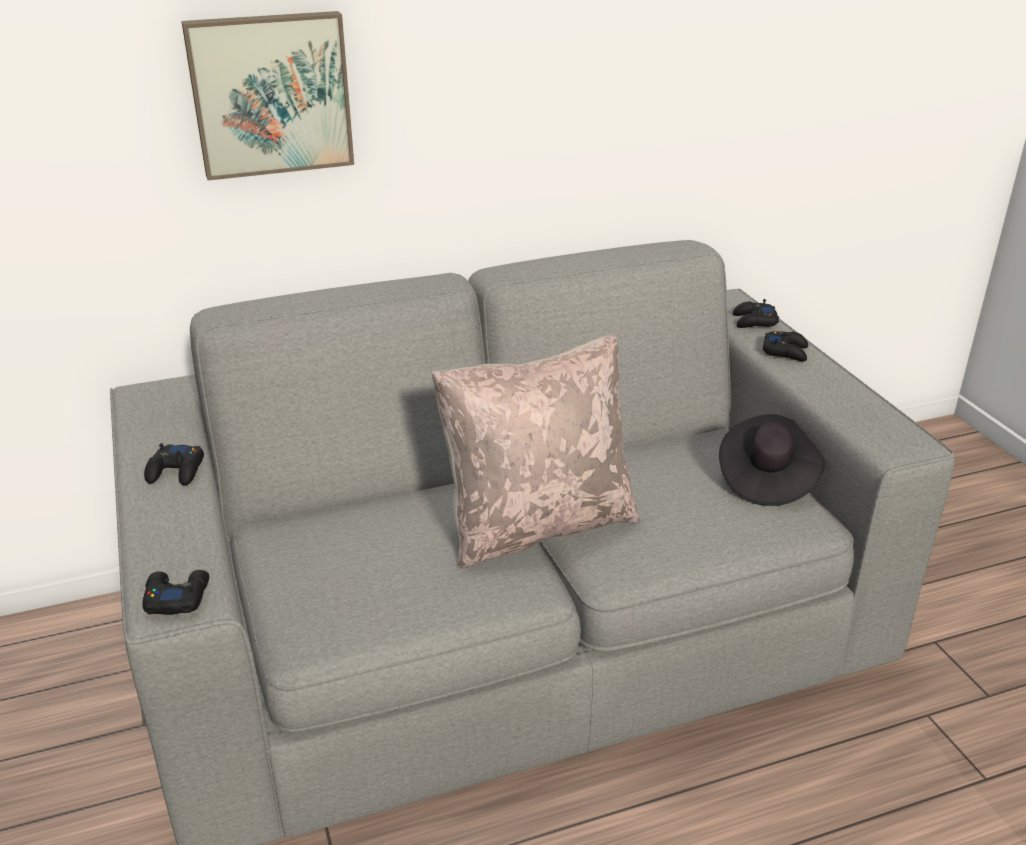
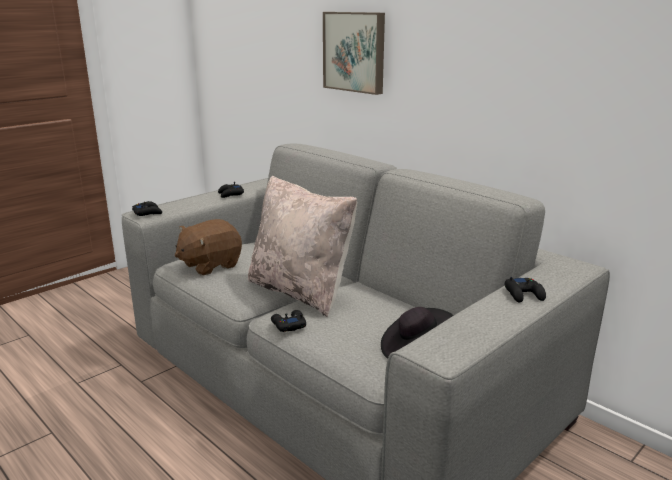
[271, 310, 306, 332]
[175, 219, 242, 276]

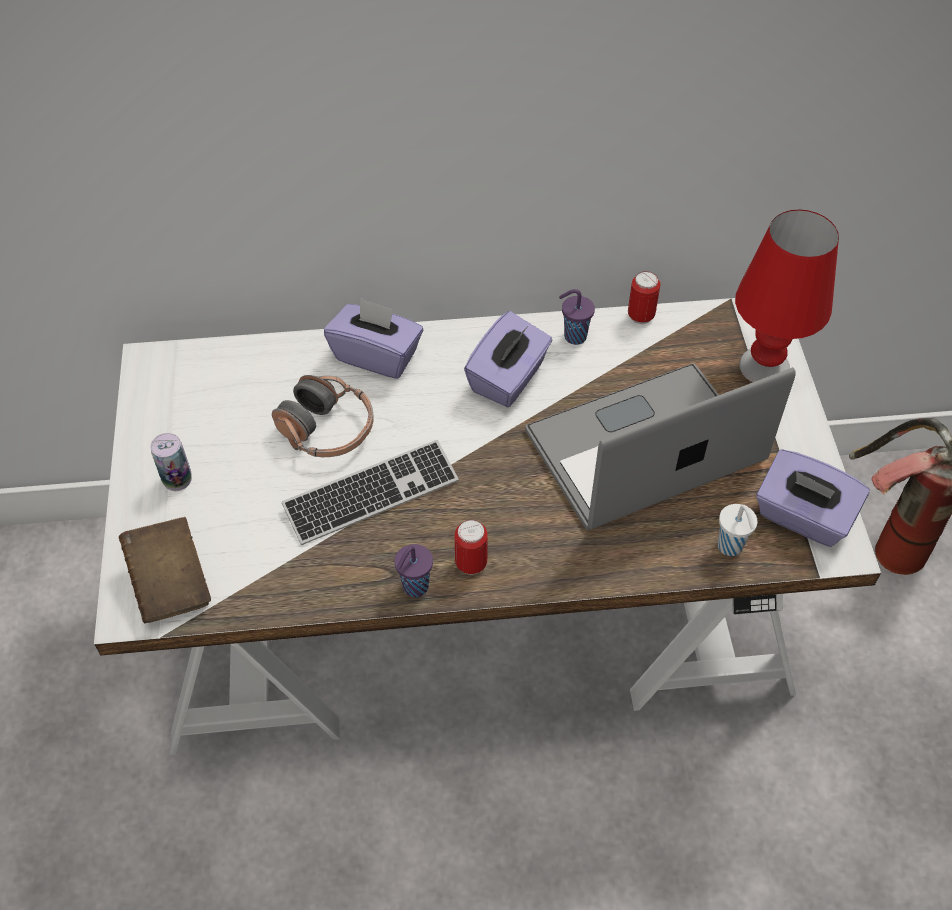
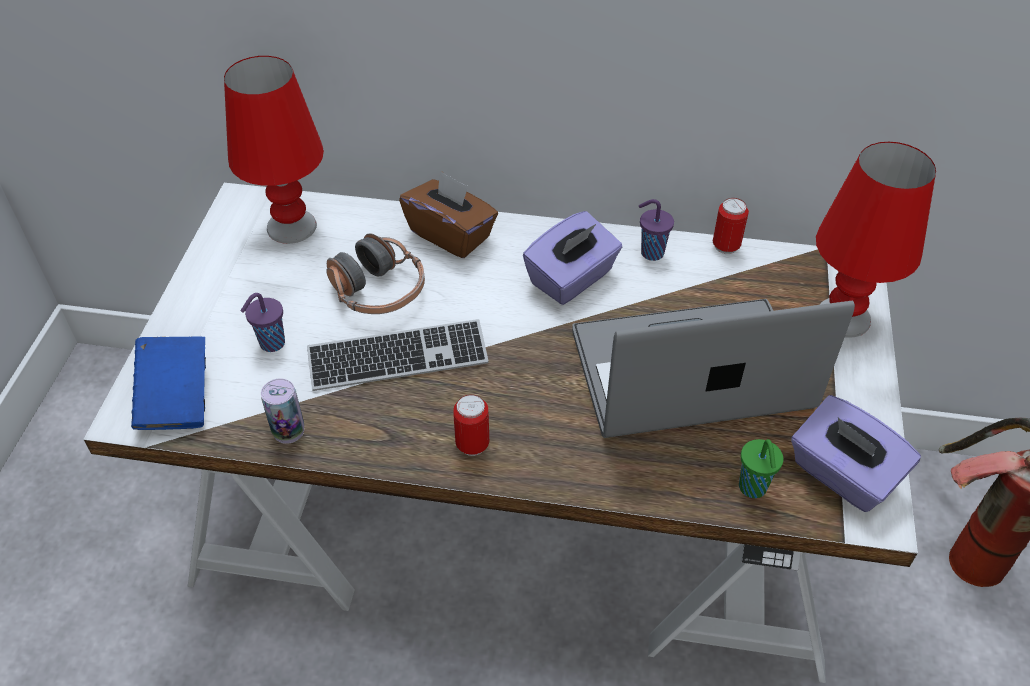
[399, 170, 498, 258]
[261, 378, 304, 444]
[739, 439, 783, 498]
[131, 336, 206, 430]
[241, 293, 285, 352]
[224, 56, 324, 244]

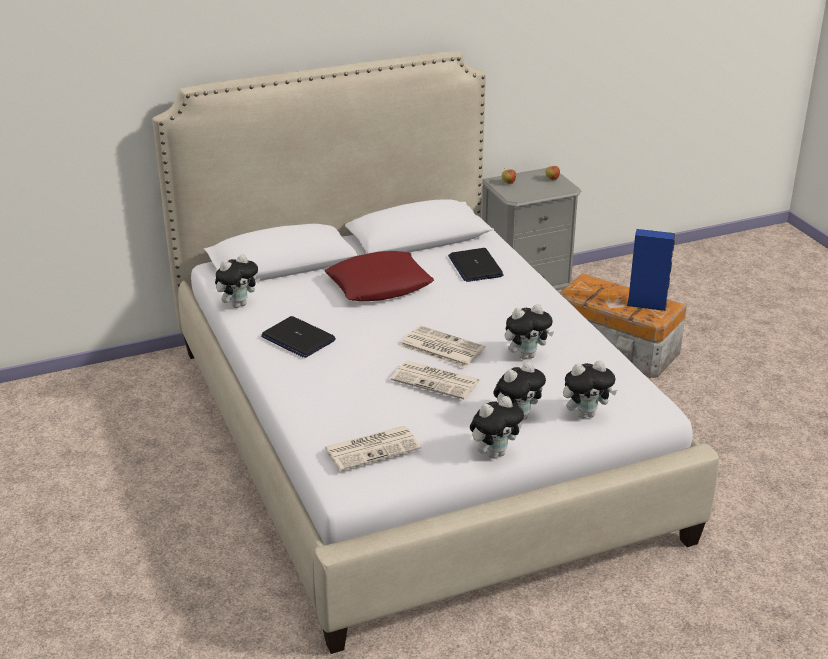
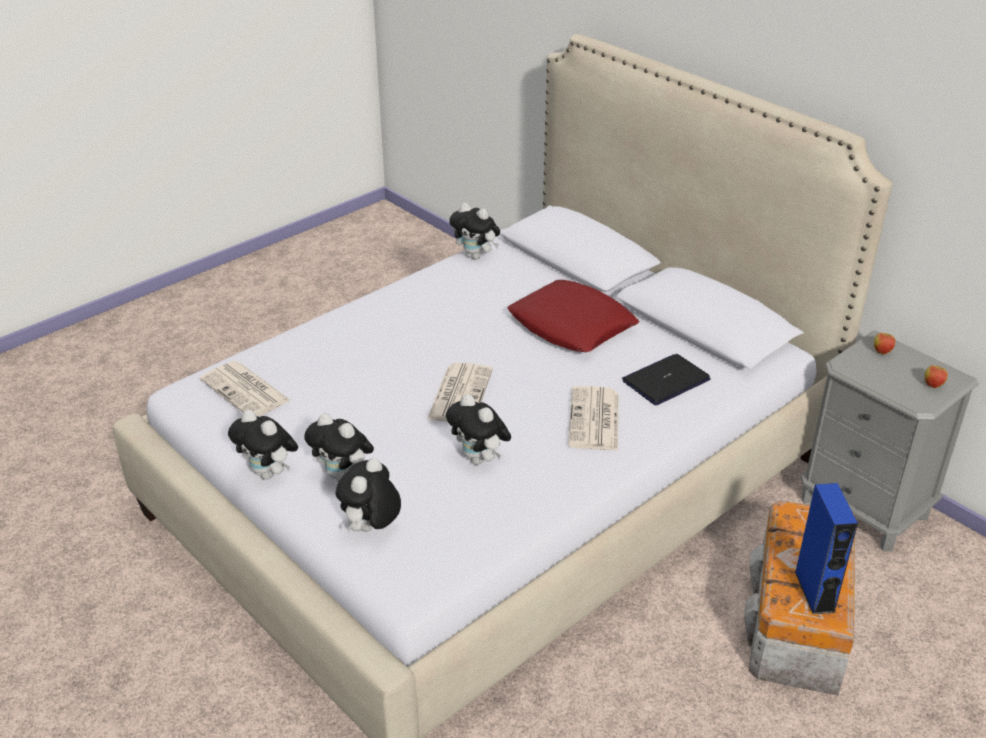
[261, 316, 336, 358] (first image)
[335, 458, 401, 533]
[568, 386, 619, 451]

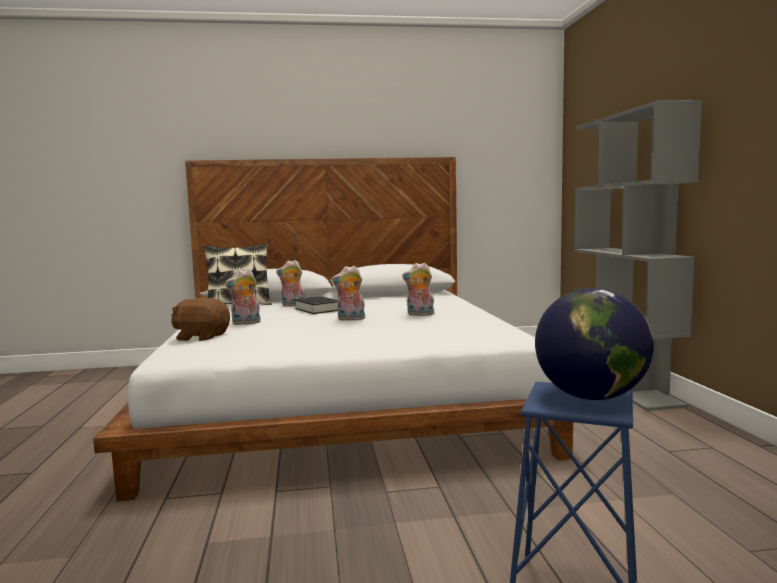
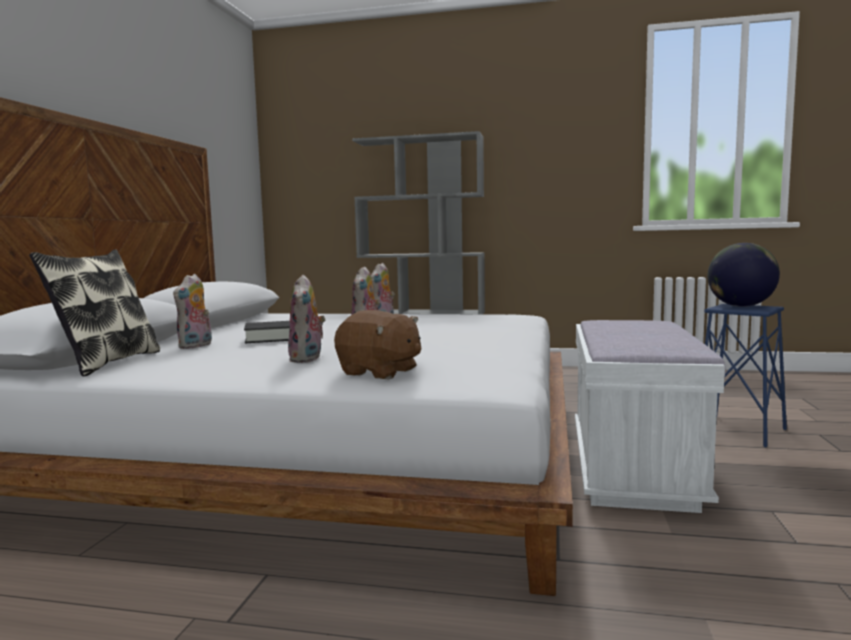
[334, 310, 422, 380]
[575, 320, 725, 513]

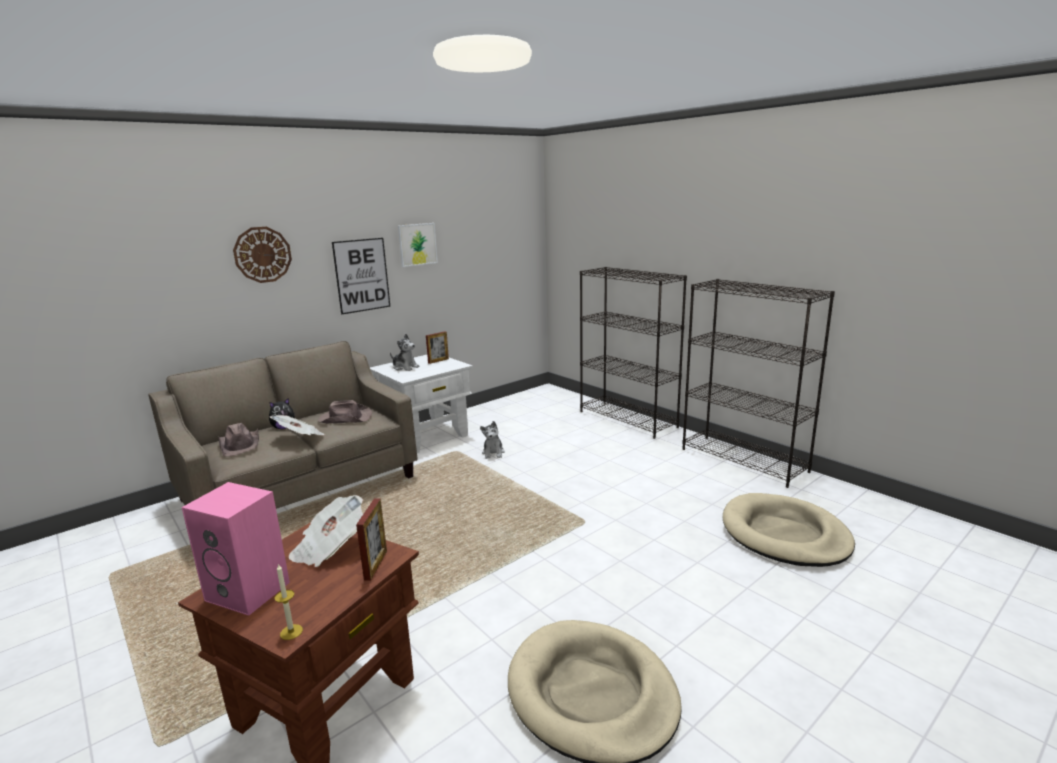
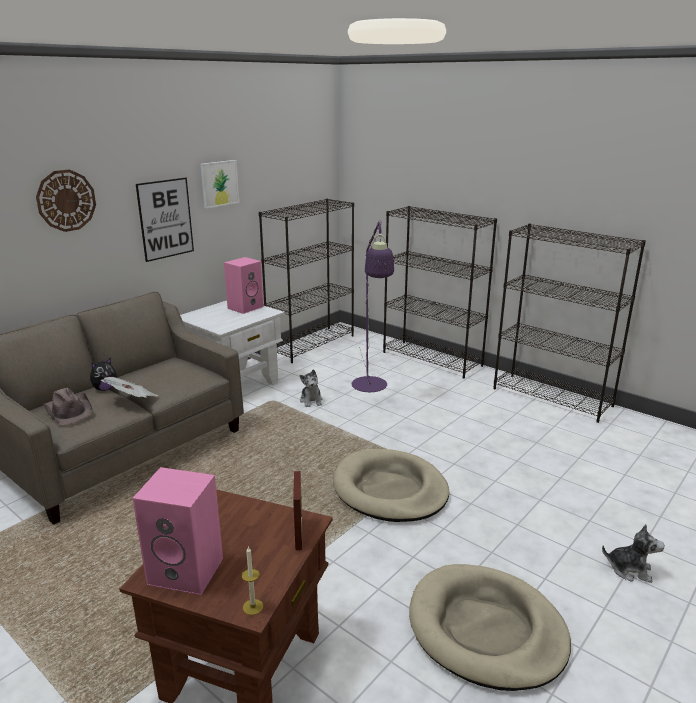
[224, 257, 264, 314]
[602, 524, 665, 583]
[318, 400, 372, 423] (first image)
[333, 449, 449, 522]
[289, 495, 363, 567] (first image)
[259, 199, 354, 363]
[352, 220, 394, 392]

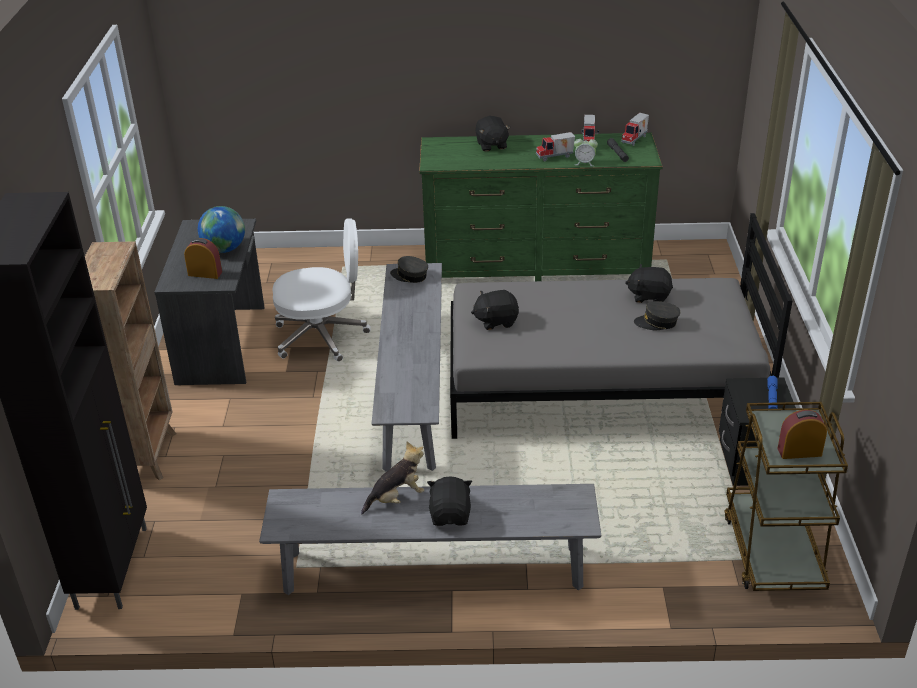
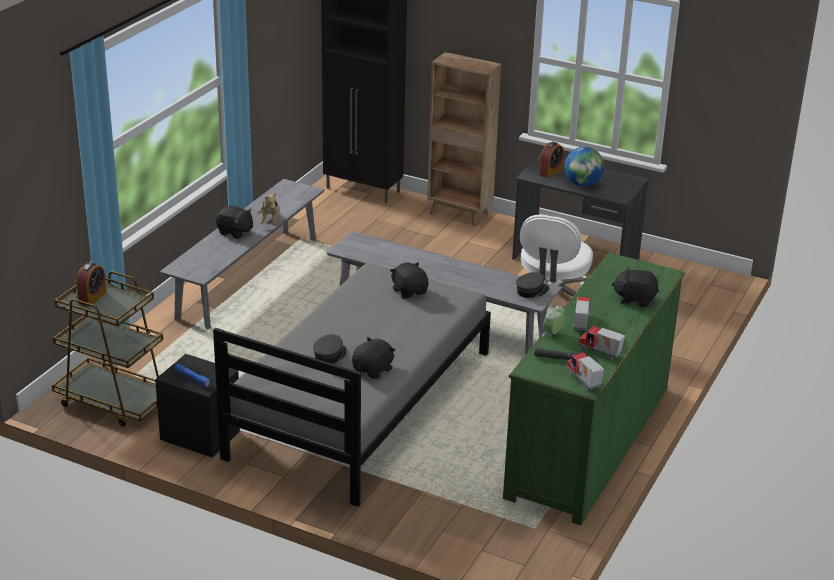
[390, 262, 429, 299]

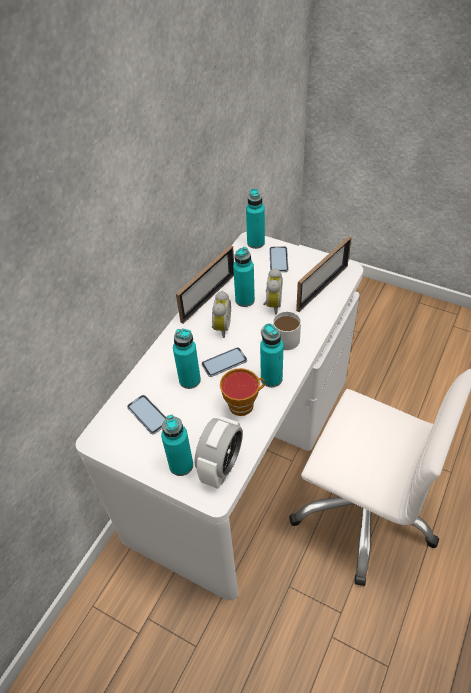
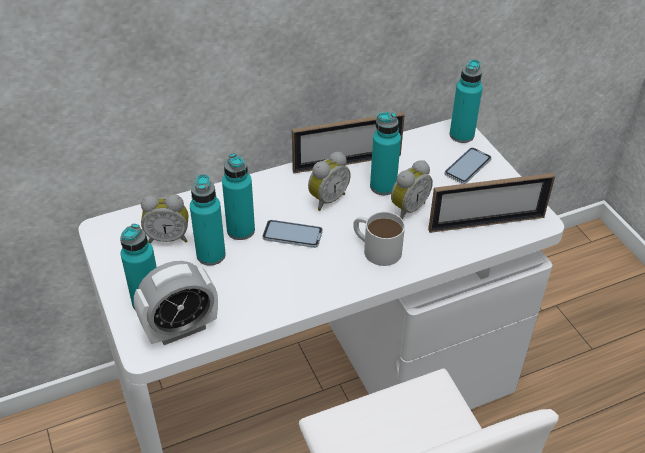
[190, 174, 226, 266]
[220, 368, 266, 416] (first image)
[141, 194, 188, 243]

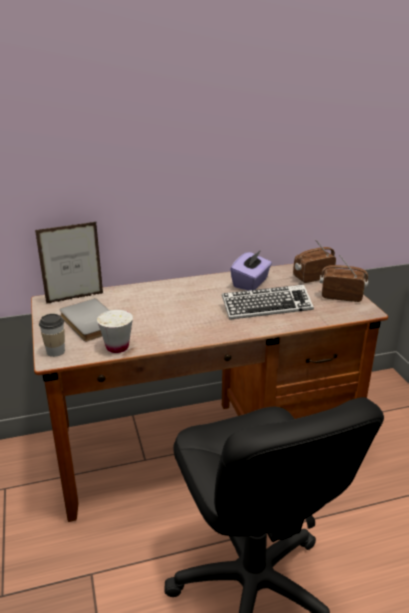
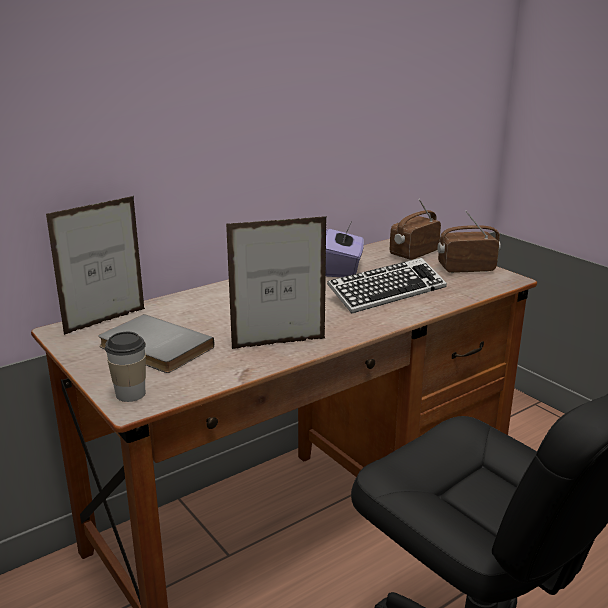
[97, 310, 133, 353] (first image)
[226, 216, 327, 349]

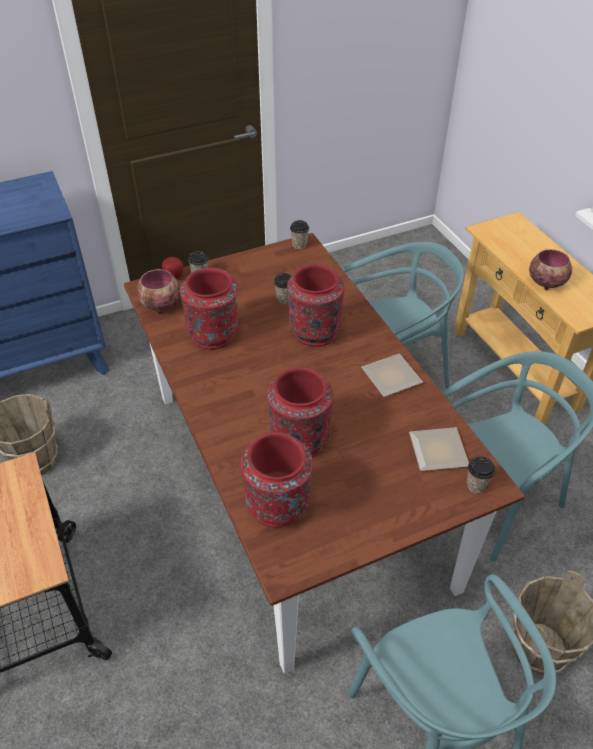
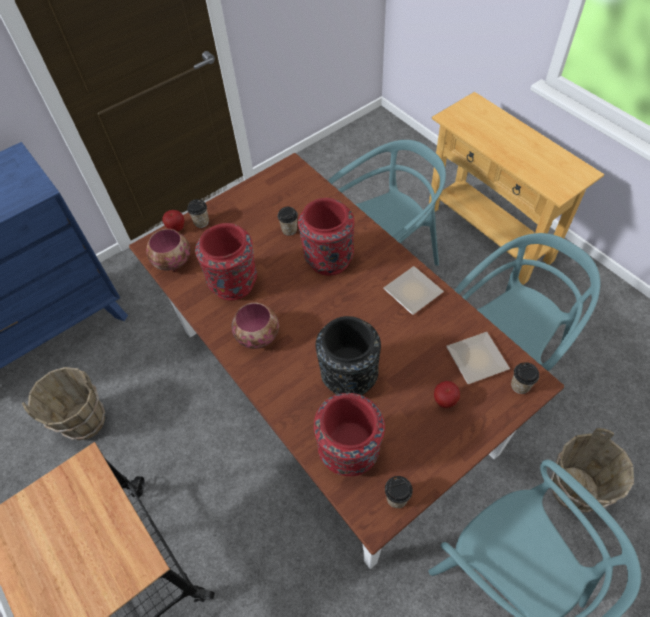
[385, 476, 413, 508]
[231, 303, 279, 349]
[316, 316, 381, 395]
[434, 381, 460, 408]

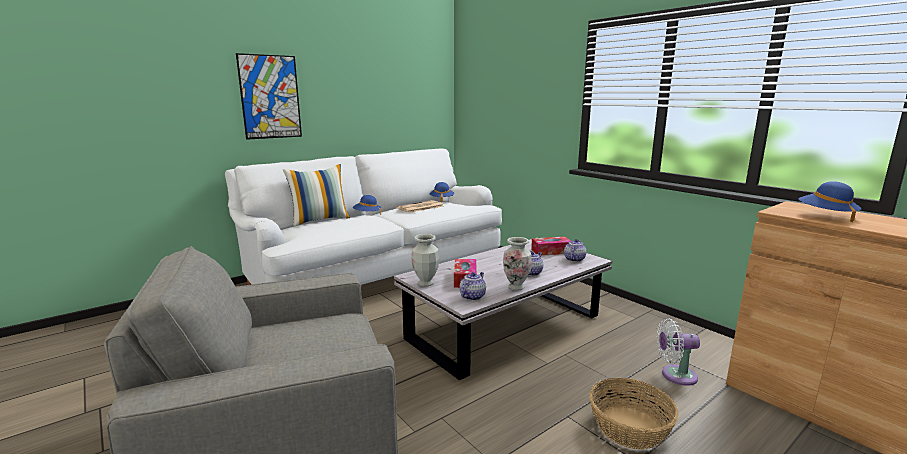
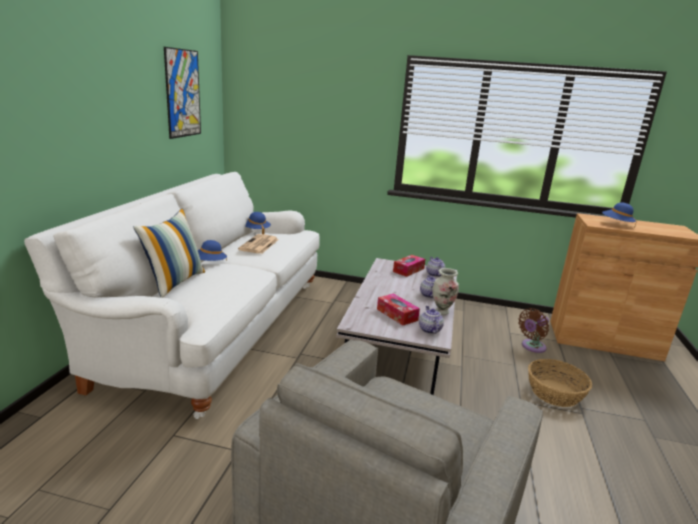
[164, 47, 201, 139]
[411, 234, 439, 287] (first image)
[518, 308, 549, 353]

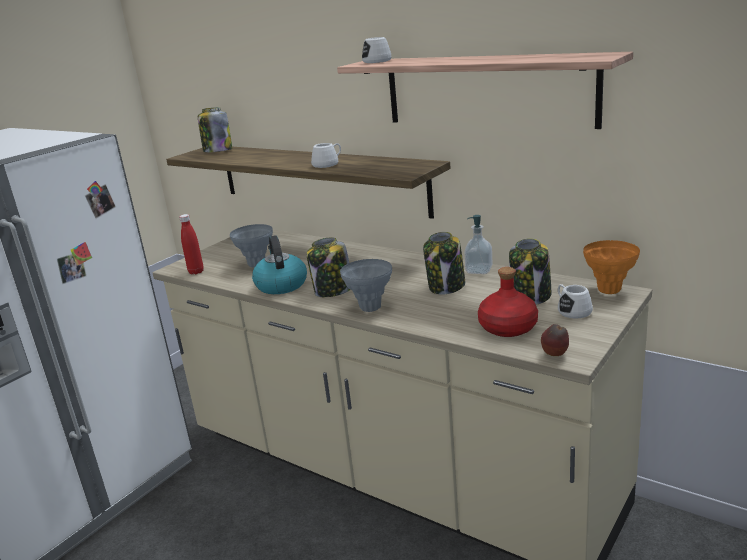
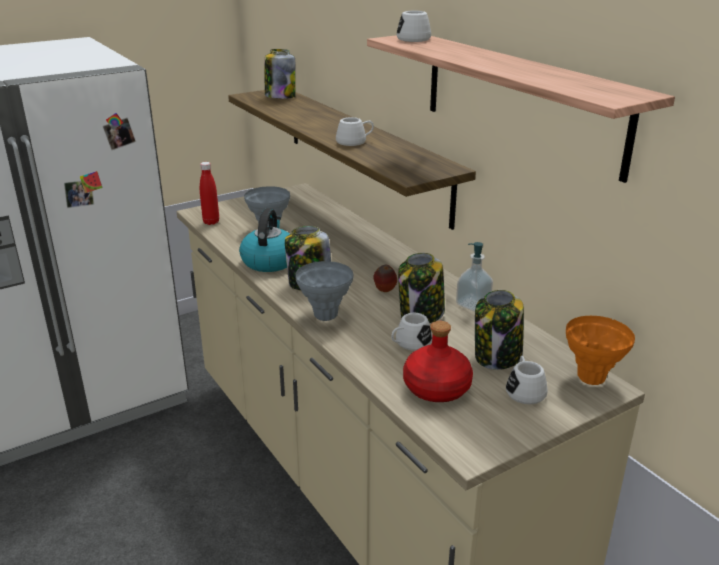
[373, 265, 397, 292]
[391, 313, 432, 351]

